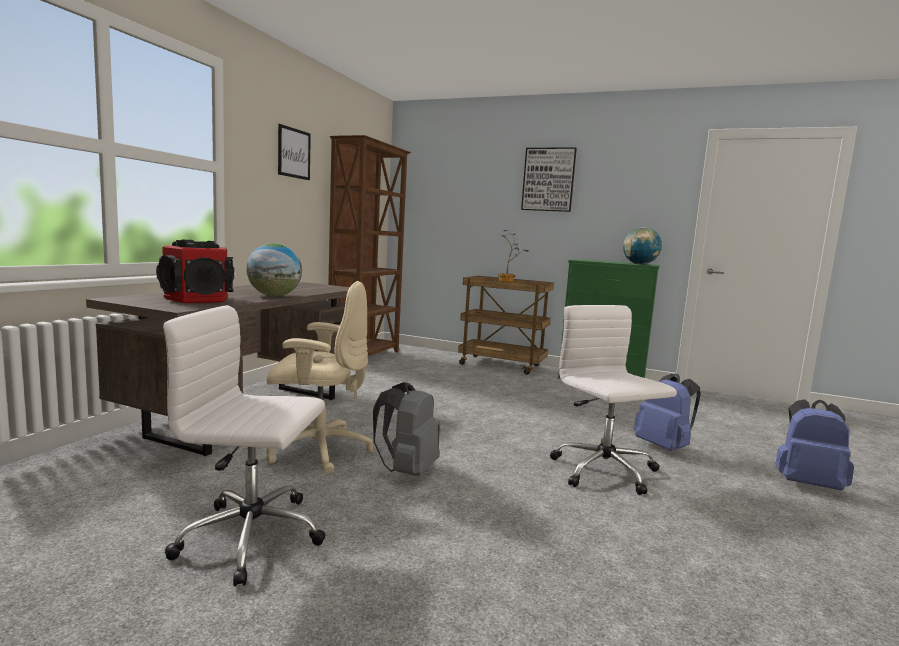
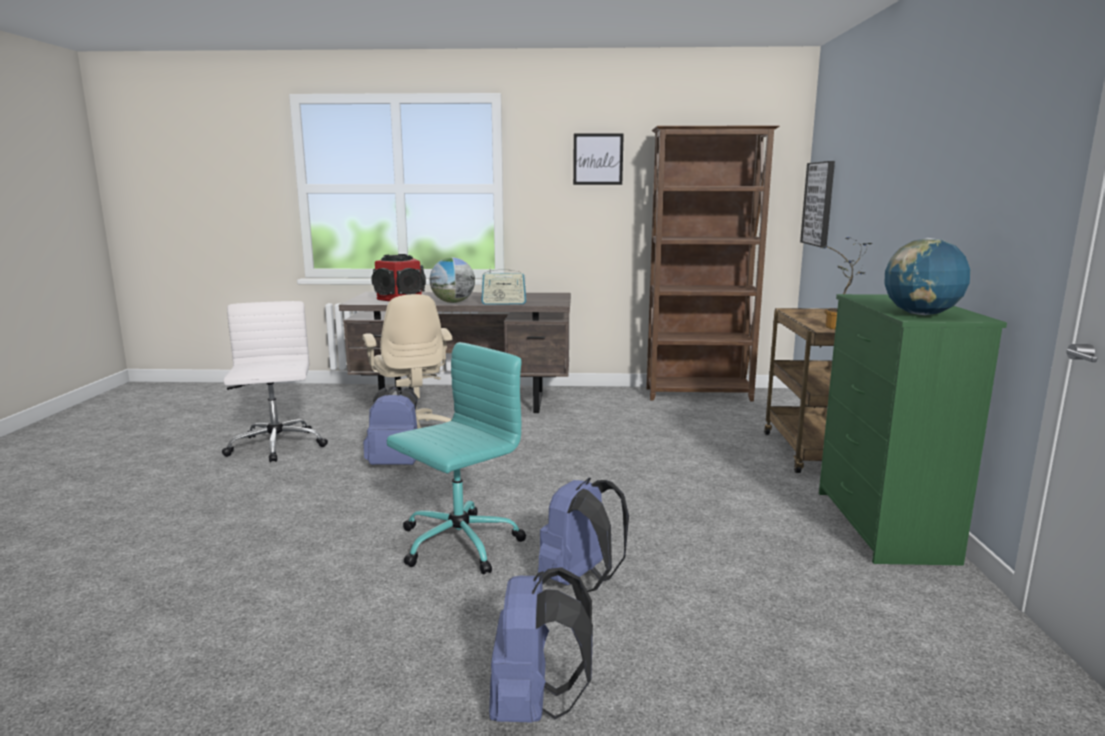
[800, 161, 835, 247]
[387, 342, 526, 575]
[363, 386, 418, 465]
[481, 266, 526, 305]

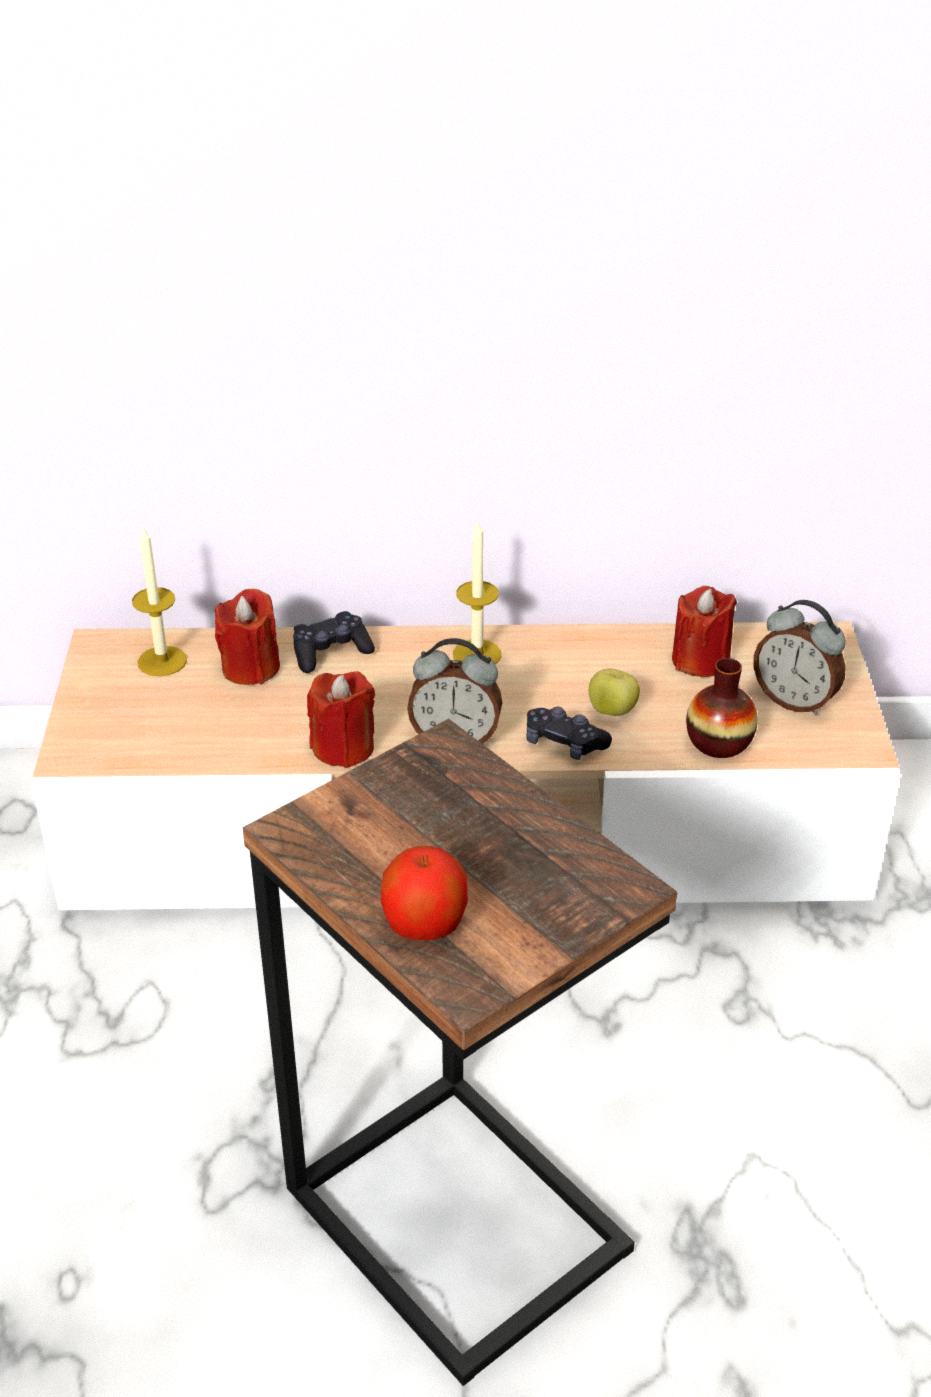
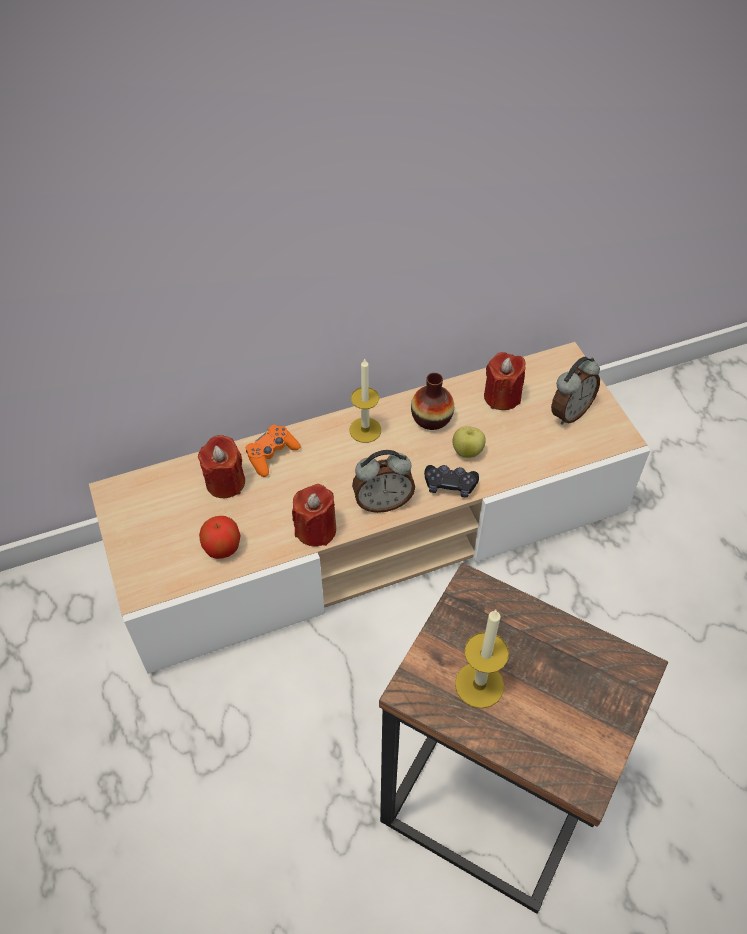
[455, 610, 509, 709]
[551, 357, 600, 425]
[246, 425, 301, 477]
[411, 373, 454, 430]
[199, 516, 241, 559]

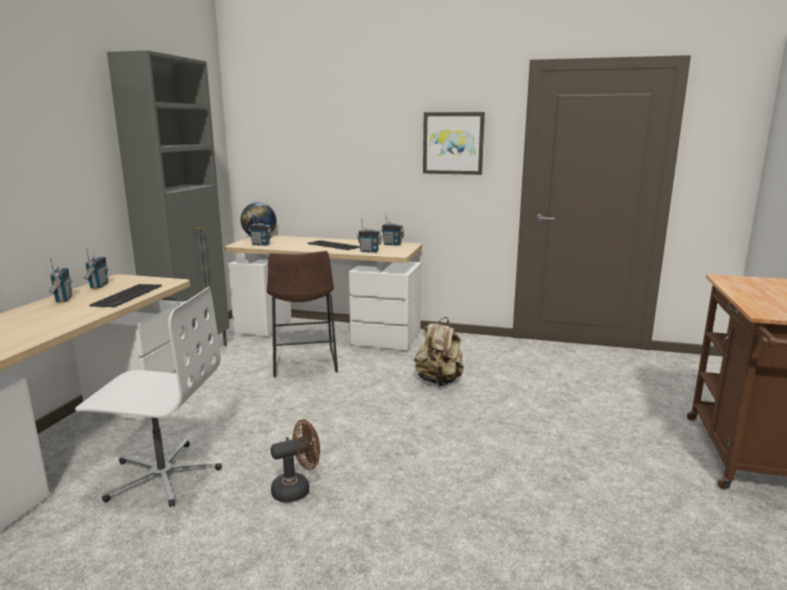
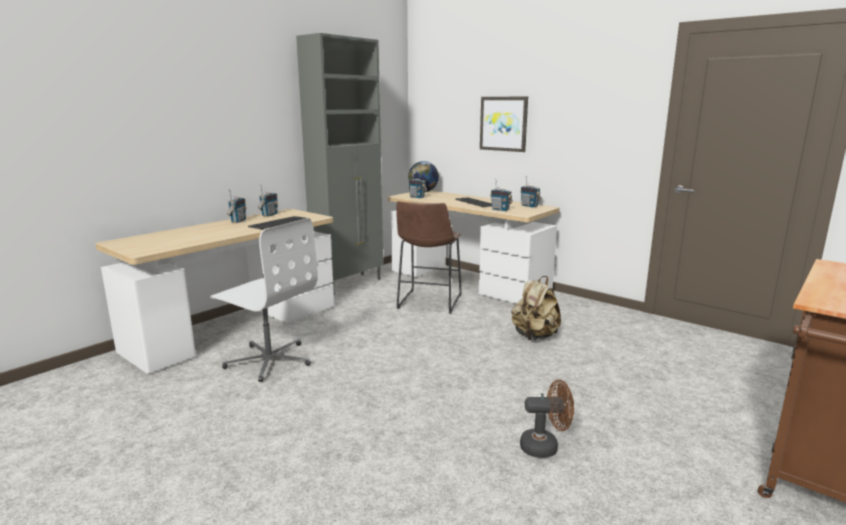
[480, 96, 528, 152]
[520, 379, 574, 458]

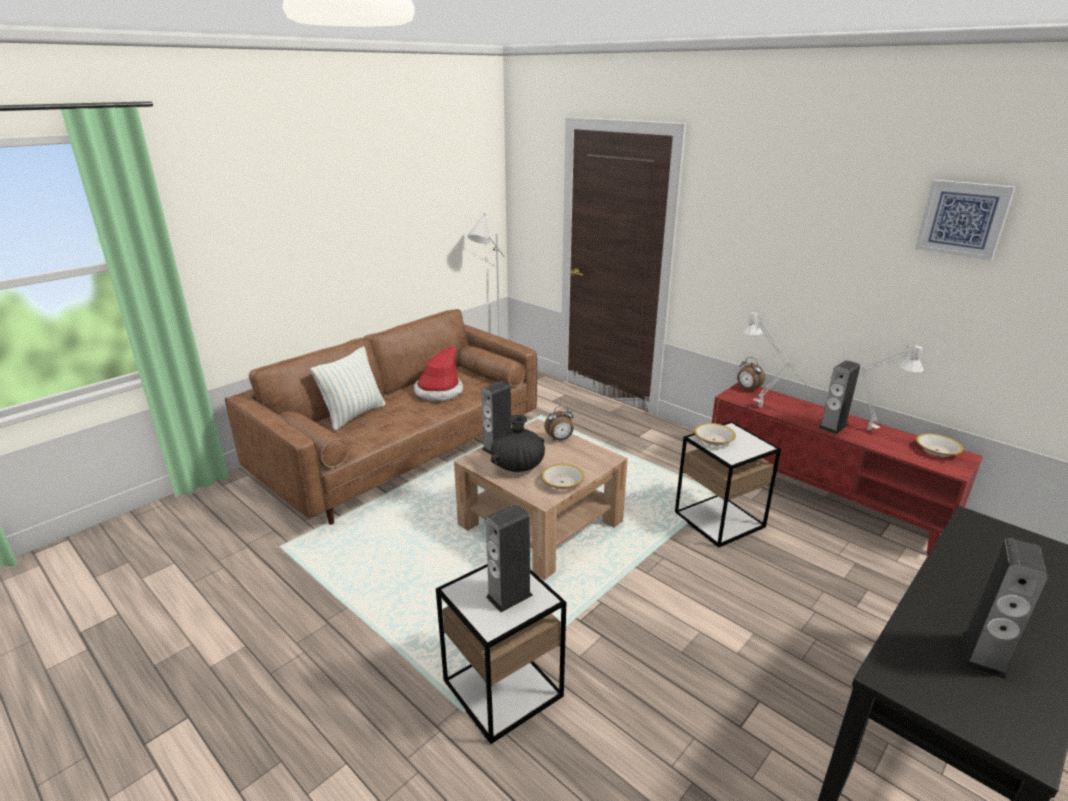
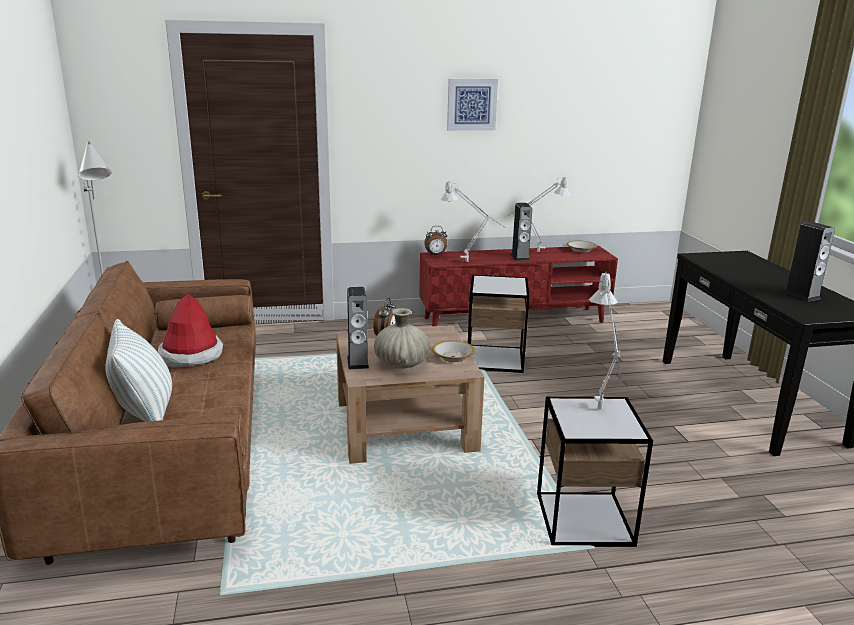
[447, 79, 498, 131]
[374, 308, 430, 369]
[694, 423, 736, 446] (first image)
[589, 273, 623, 410]

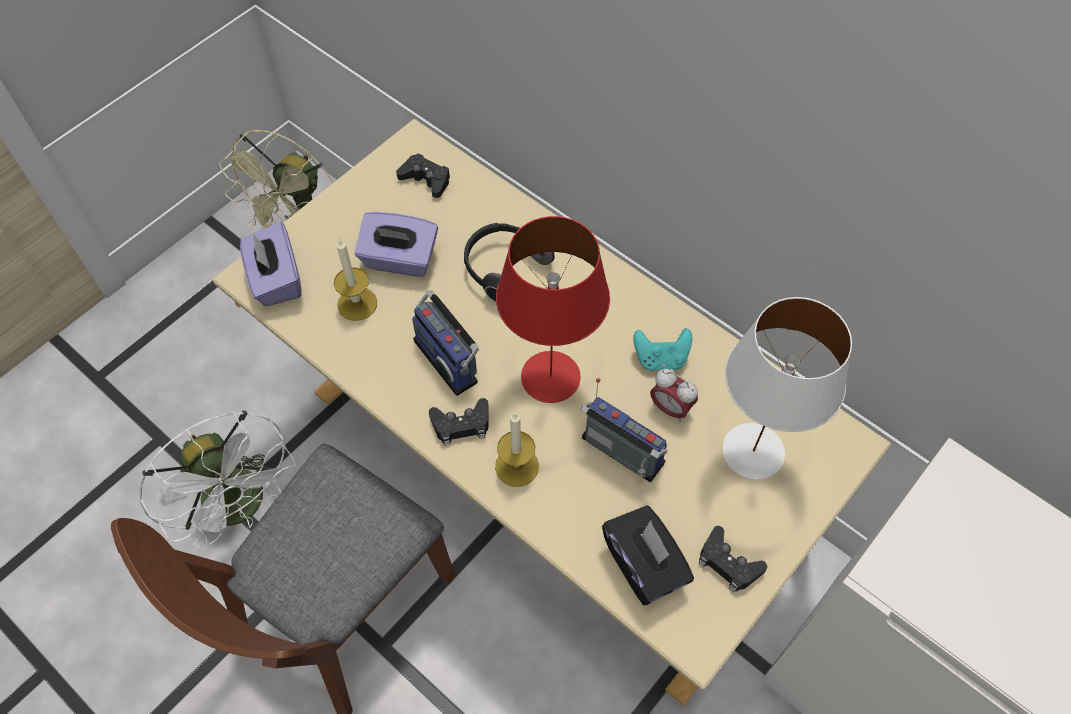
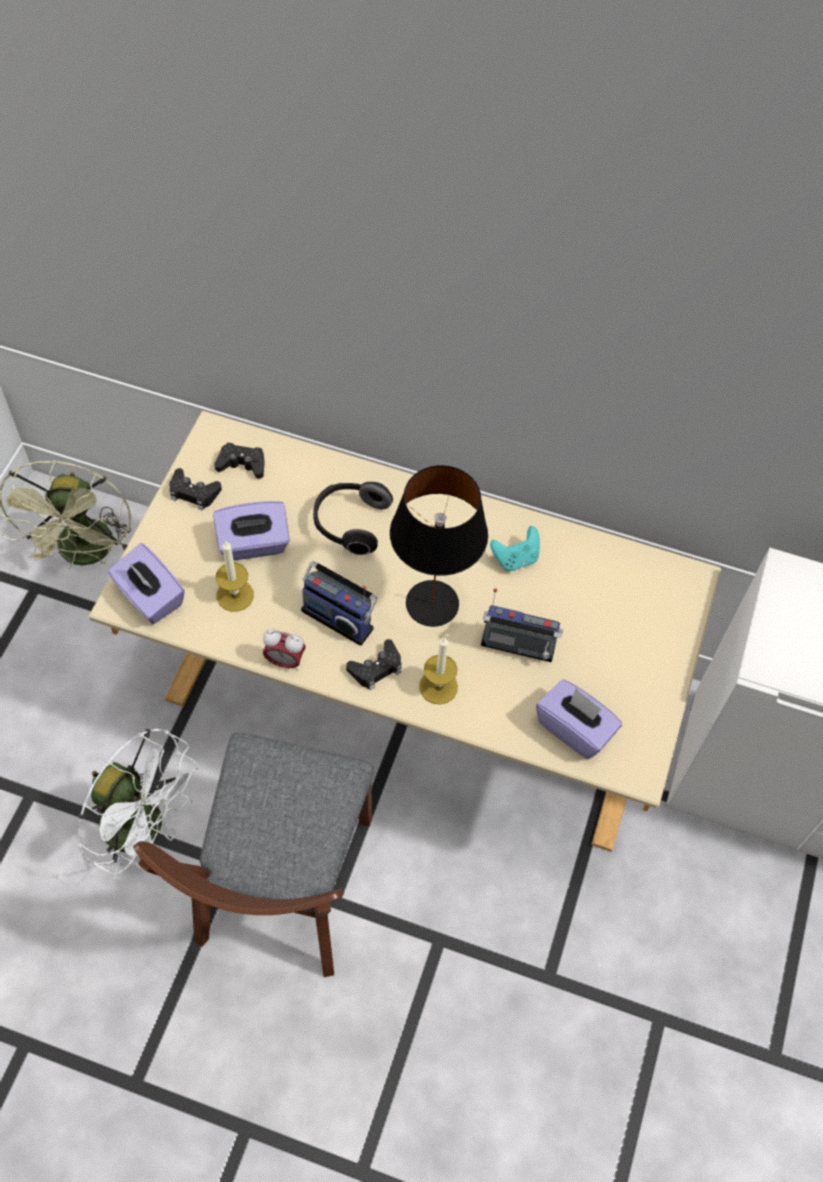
[390, 465, 488, 627]
[722, 297, 852, 480] (first image)
[263, 629, 306, 671]
[536, 679, 622, 759]
[169, 468, 222, 511]

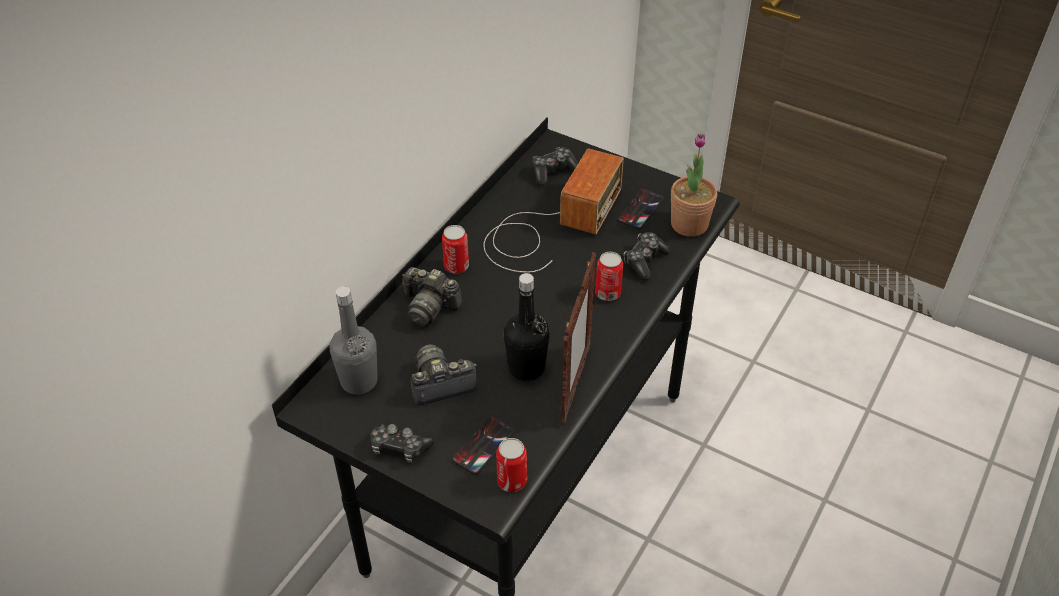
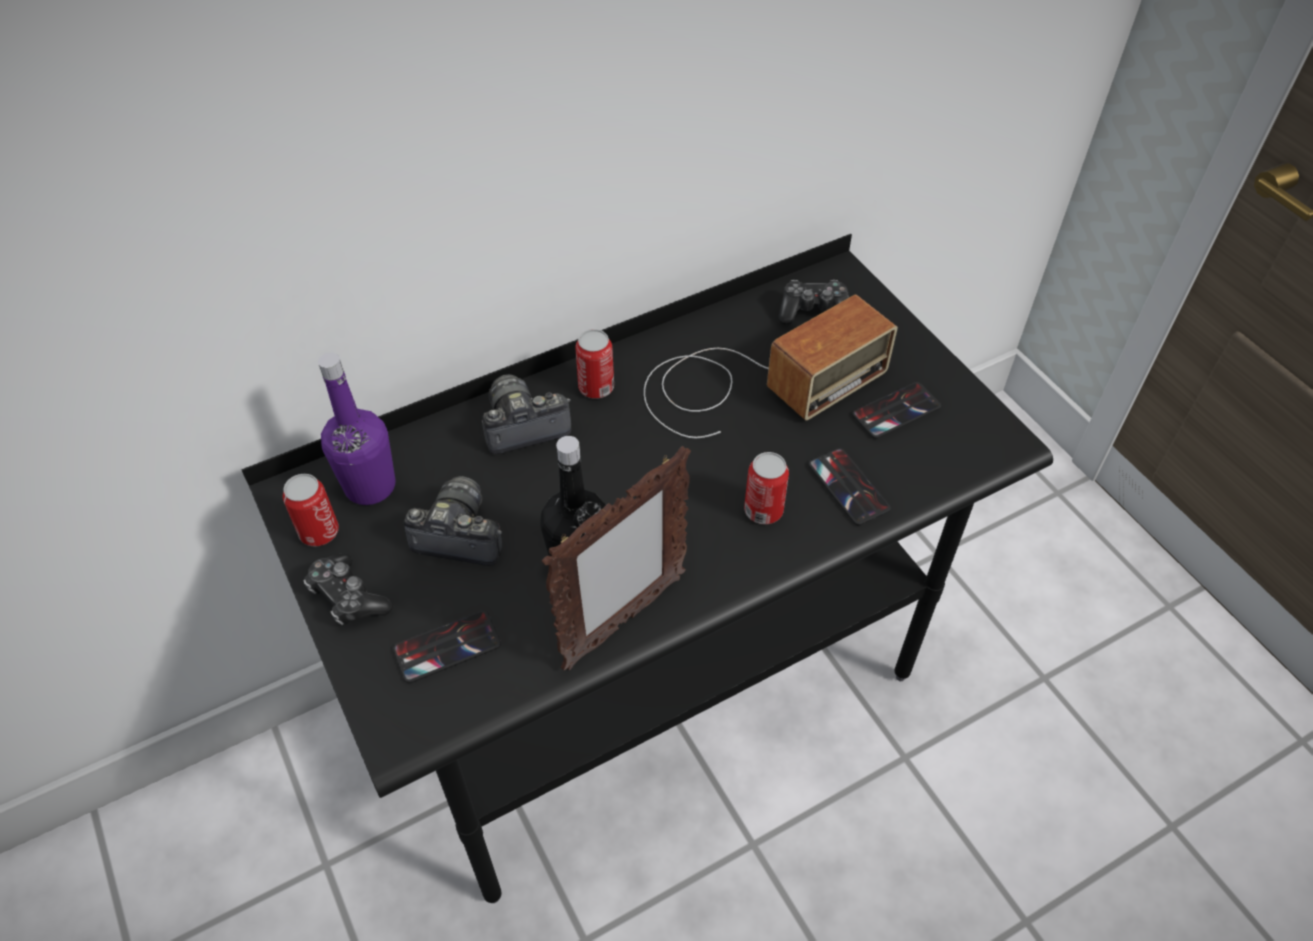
[671, 134, 717, 237] (first image)
[808, 448, 891, 525]
[482, 374, 571, 454]
[318, 352, 396, 505]
[283, 474, 339, 546]

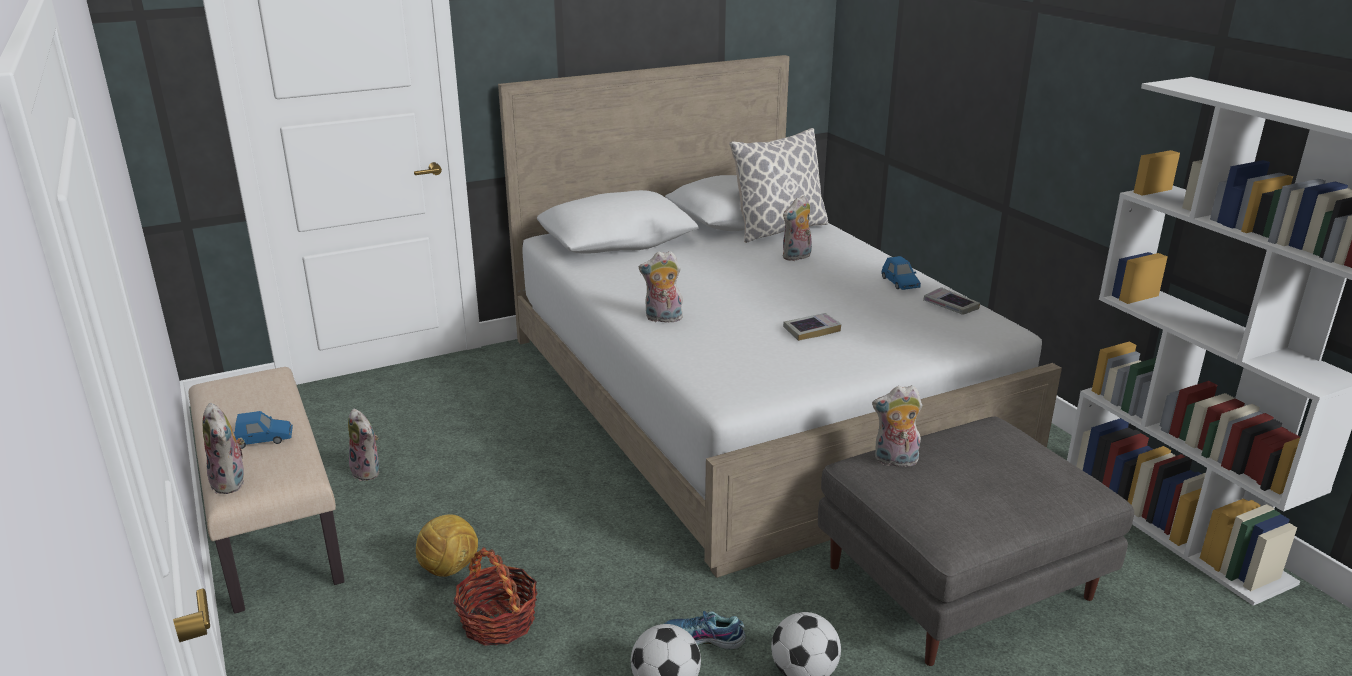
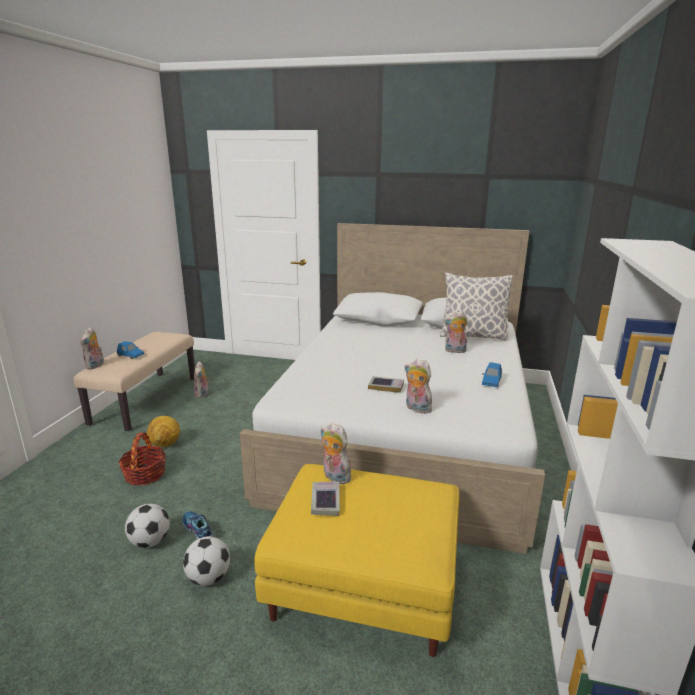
[404, 358, 432, 414]
[311, 481, 340, 516]
[254, 464, 459, 657]

